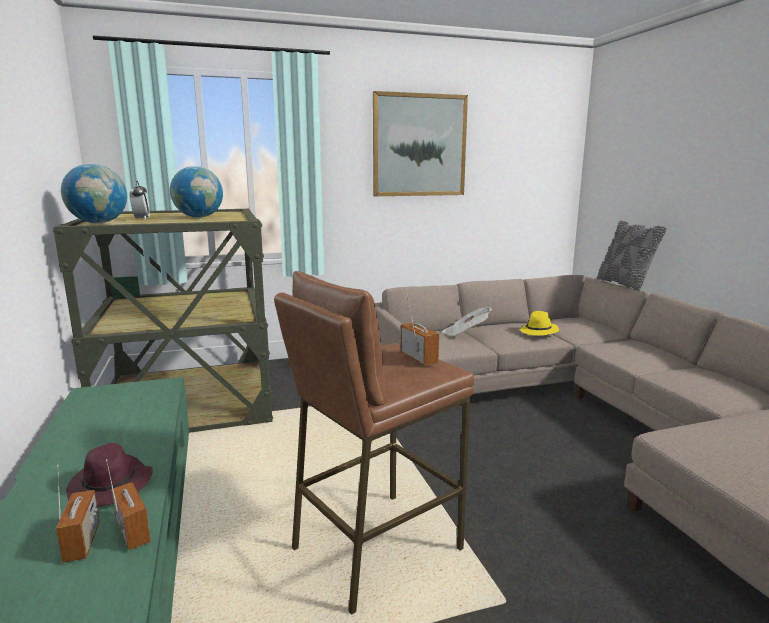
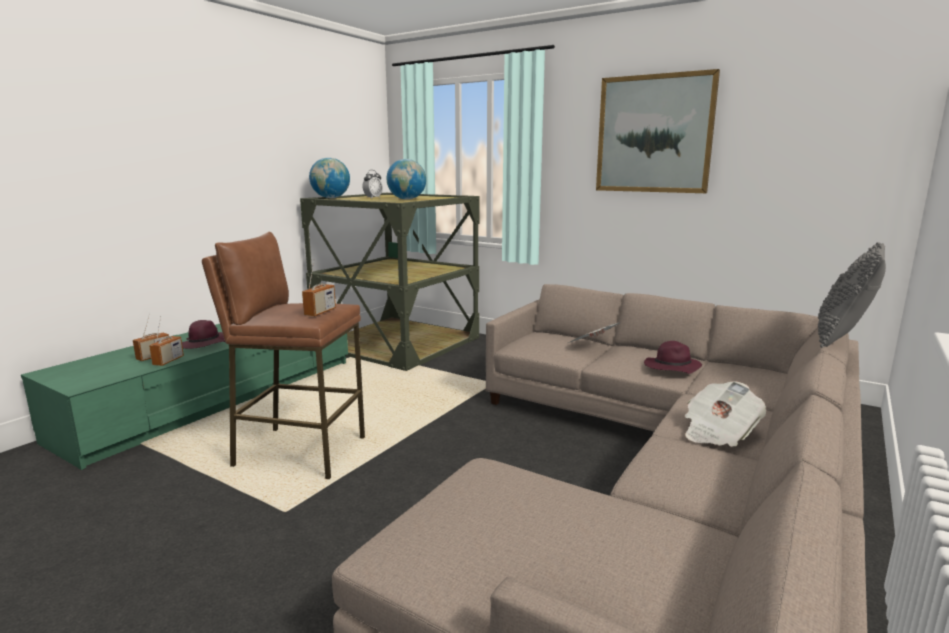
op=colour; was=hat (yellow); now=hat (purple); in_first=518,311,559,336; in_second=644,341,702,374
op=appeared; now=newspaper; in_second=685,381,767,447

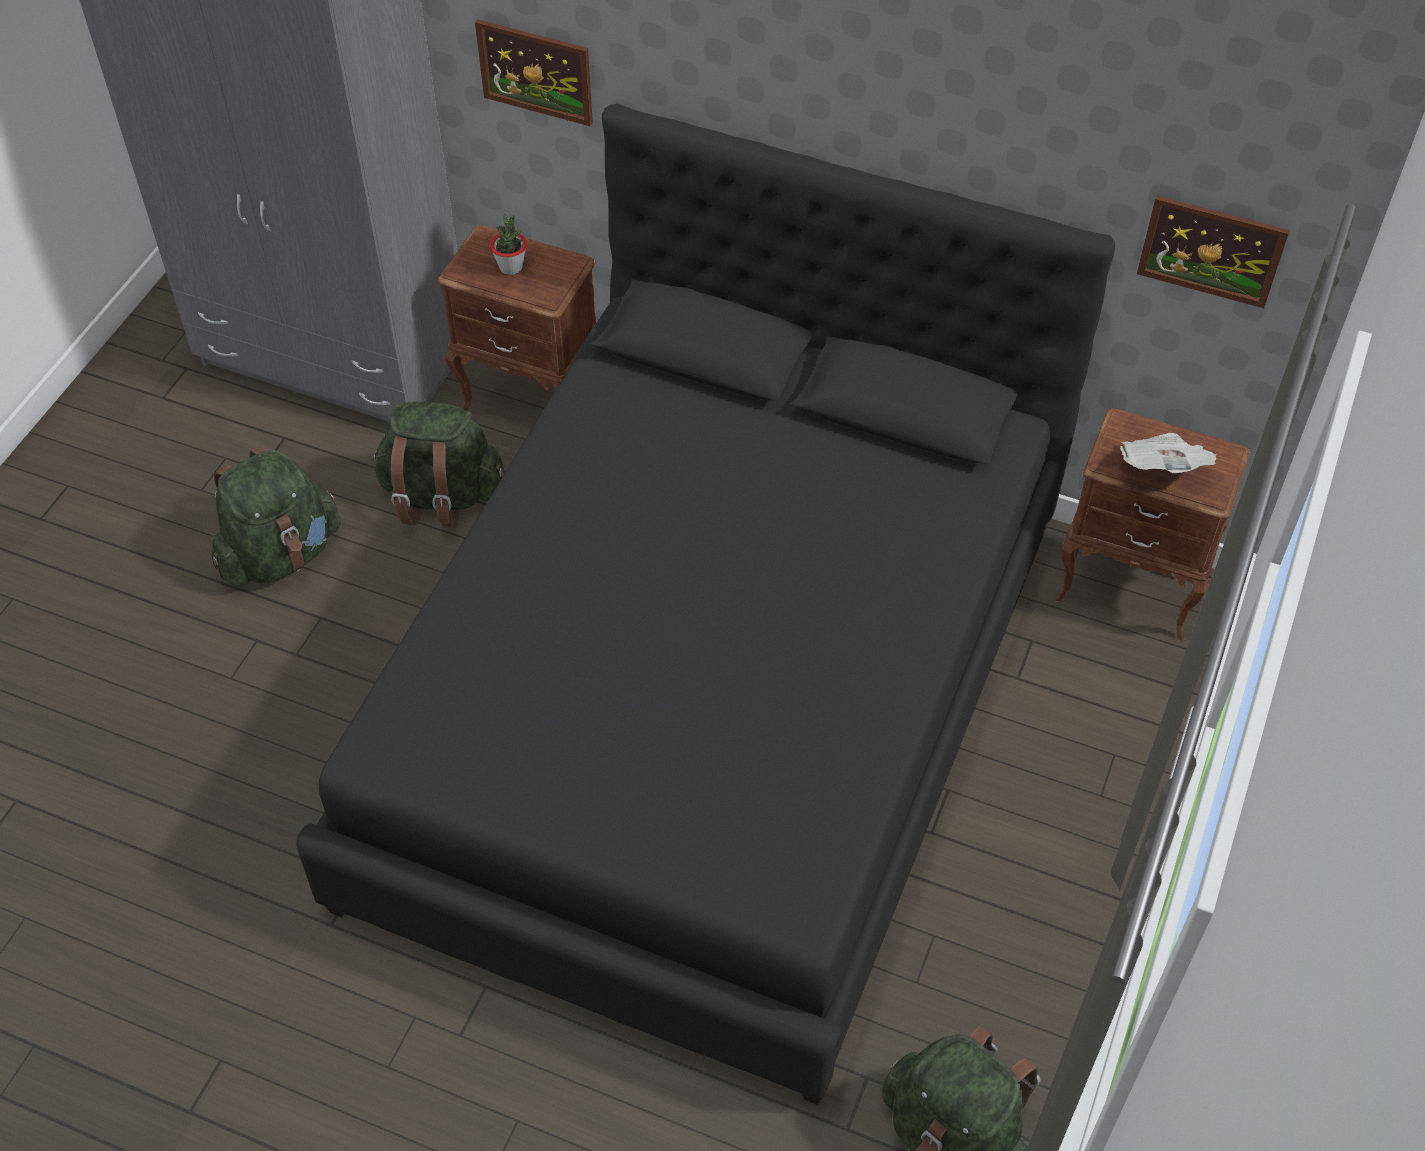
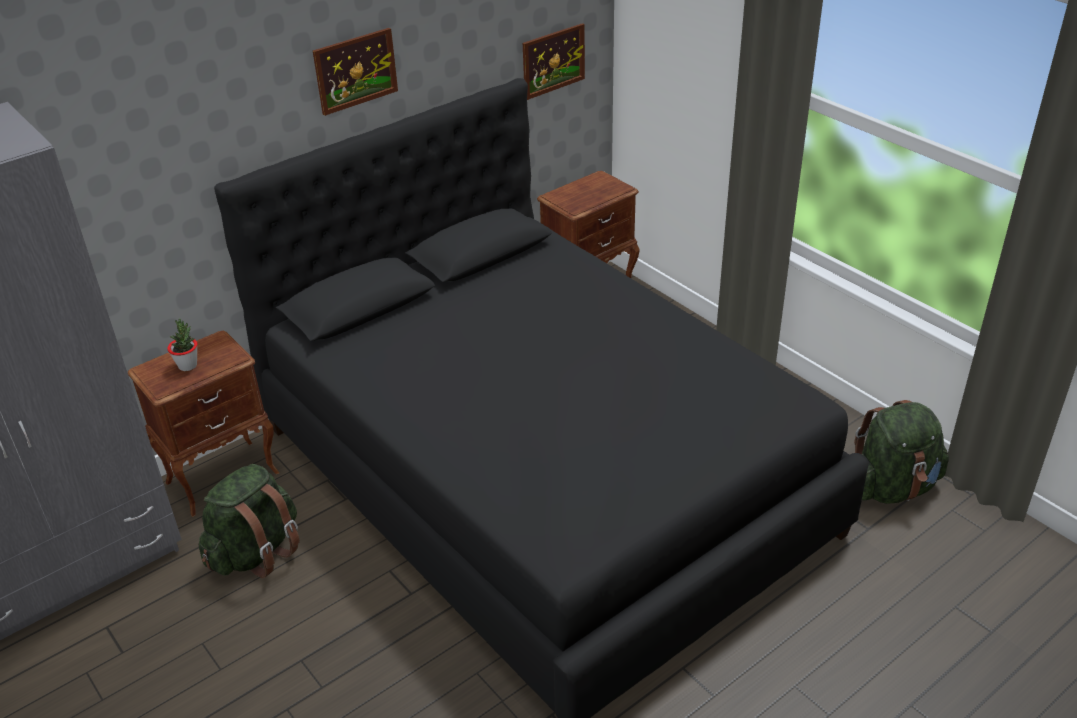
op=relocated; was=picture; in_first=475,19,593,127; in_second=313,28,398,116
op=missing; was=backpack (green); in_first=212,446,341,587
op=missing; was=newspaper; in_first=1120,433,1216,473

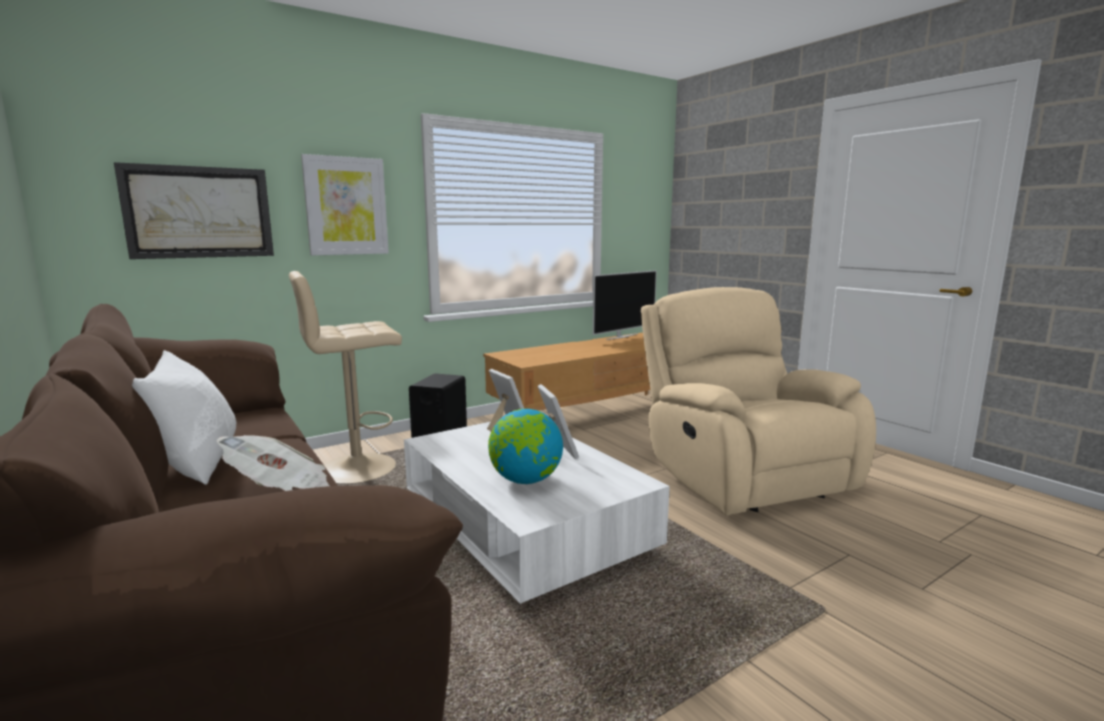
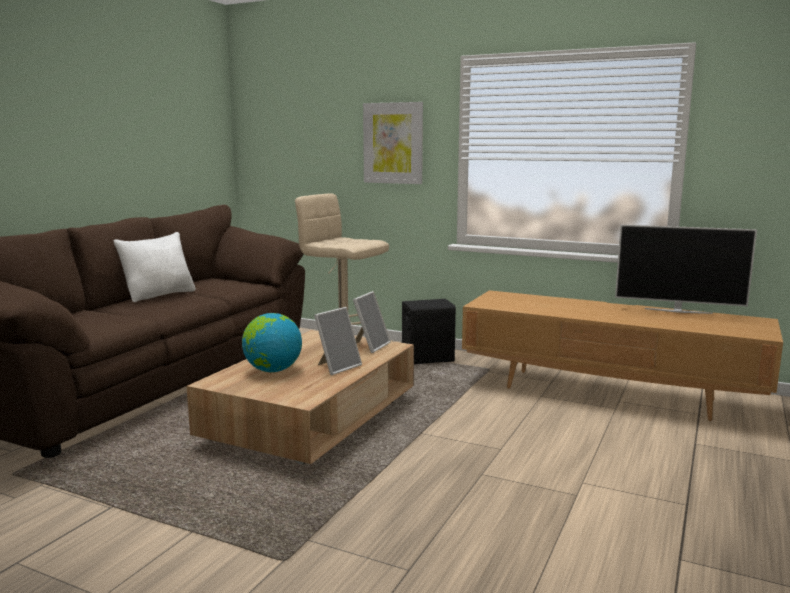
op=colour; was=coffee table (white); now=coffee table (brown); in_first=404,422,670,604; in_second=187,330,414,465
op=missing; was=picture; in_first=114,162,274,259
op=missing; was=newspaper; in_first=216,435,329,491
op=missing; was=armchair (beige); in_first=641,287,876,516

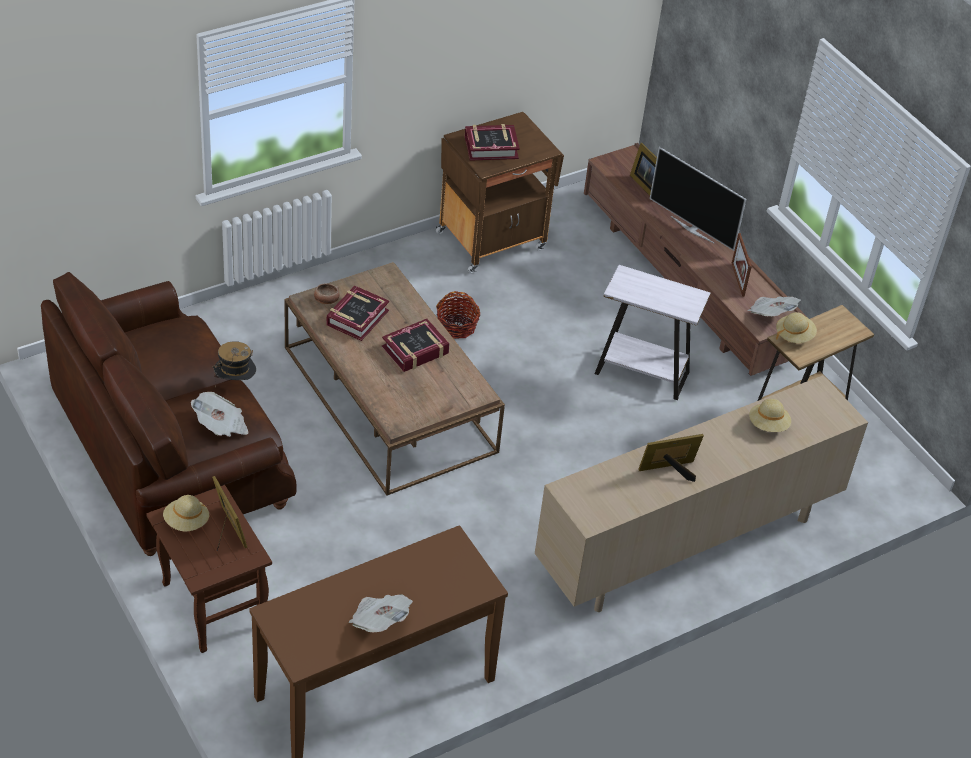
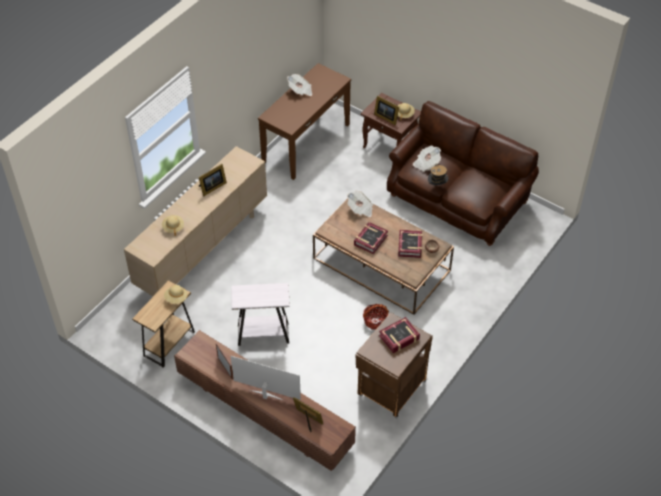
op=relocated; was=newspaper; in_first=747,296,801,316; in_second=347,191,373,217

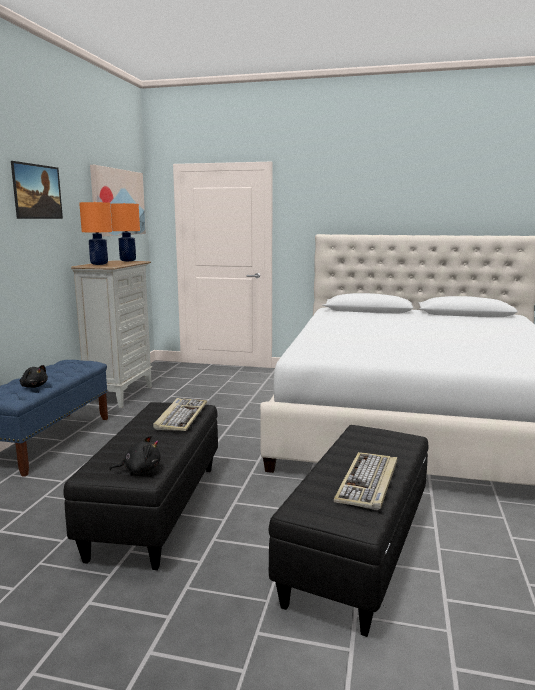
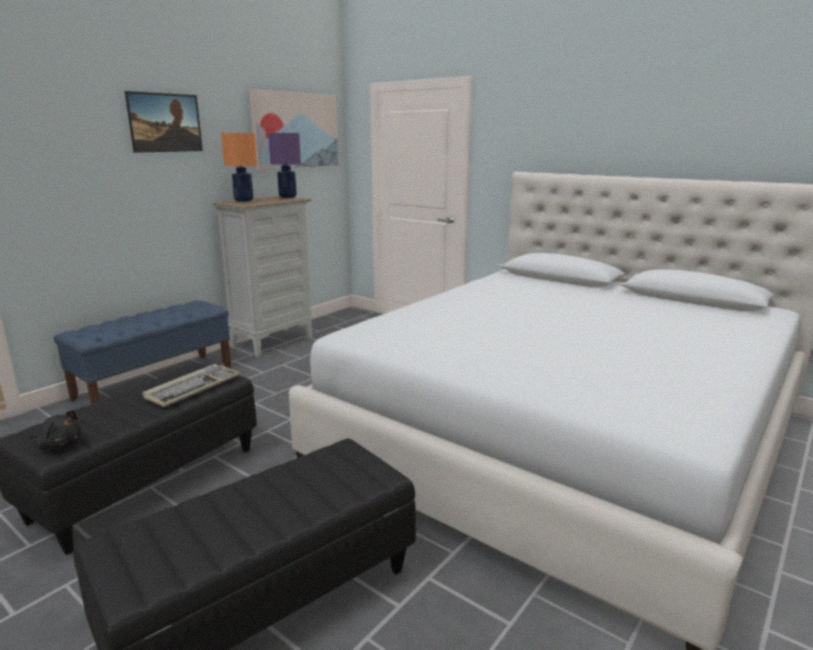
op=colour; was=table lamp (orange); now=table lamp (purple); in_first=111,203,140,261; in_second=268,132,301,198
op=missing; was=plush toy (black); in_first=20,365,48,388
op=missing; was=keyboard; in_first=333,452,397,510

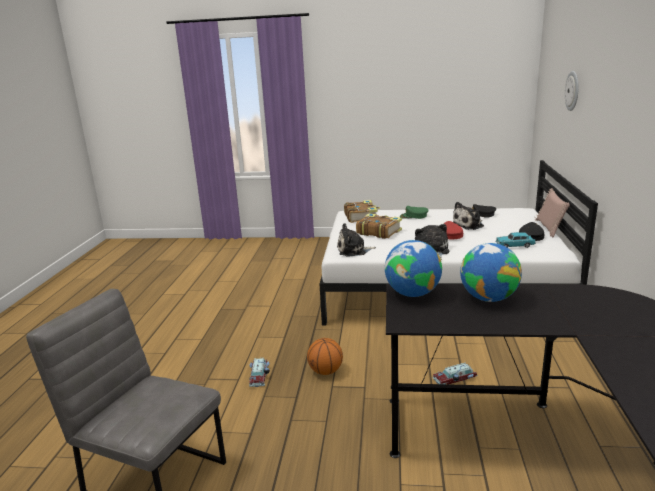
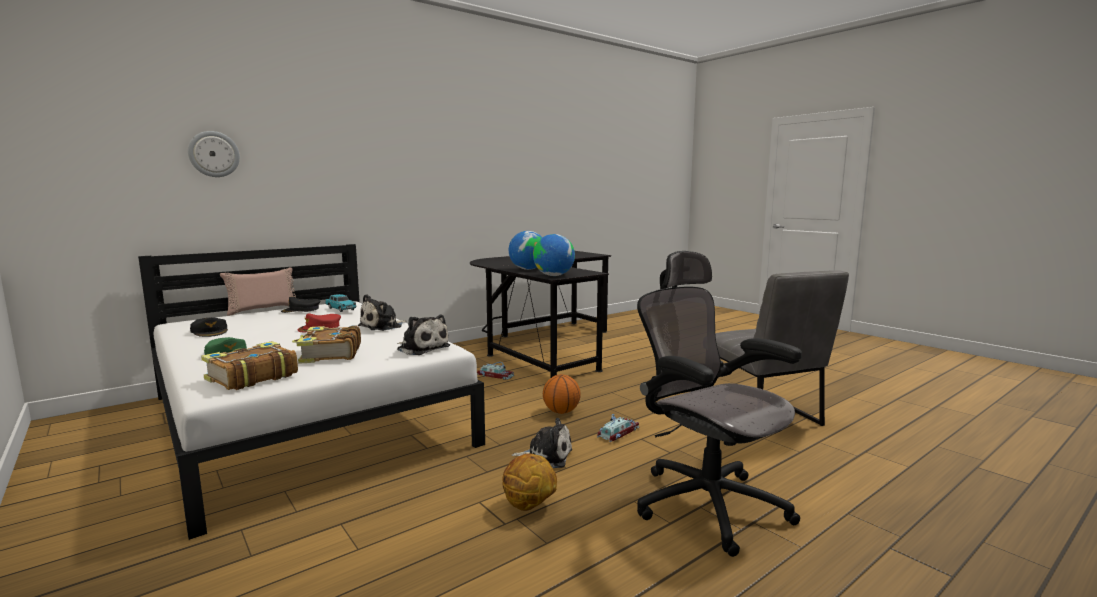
op=appeared; now=basketball; in_second=502,454,557,511
op=relocated; was=plush toy; in_first=453,202,484,230; in_second=512,418,572,468
op=appeared; now=office chair; in_second=637,251,802,557

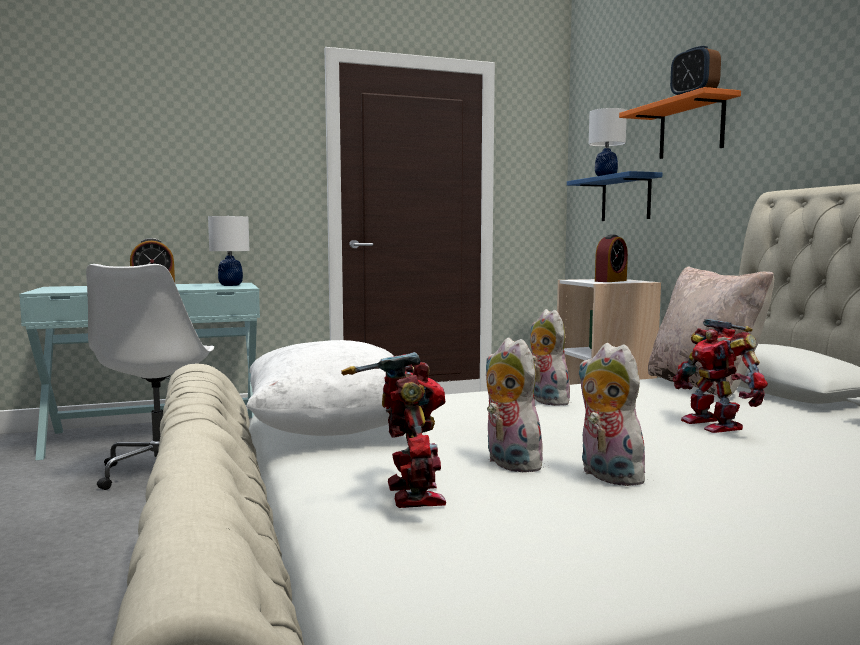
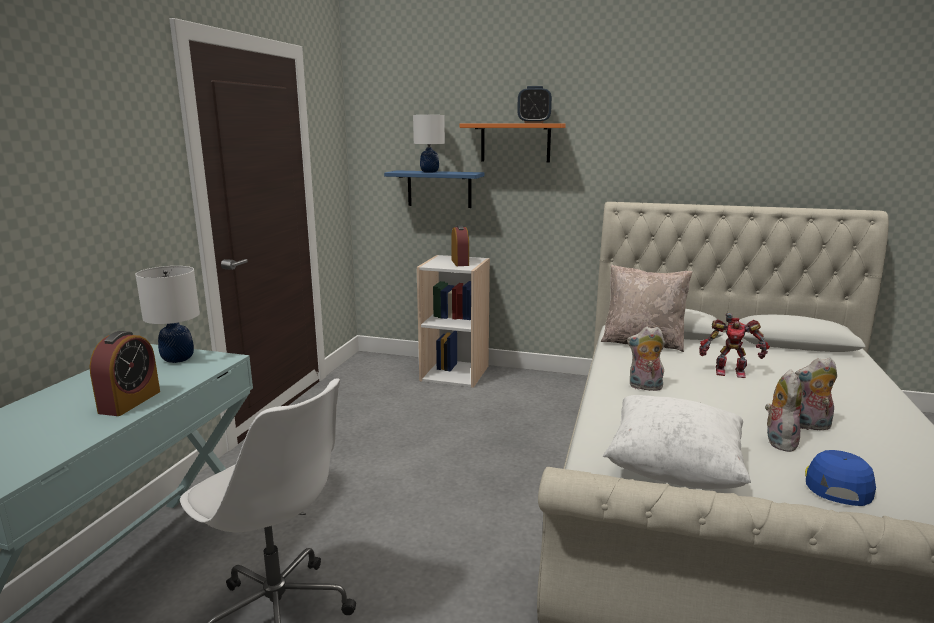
op=spun; was=plush toy; in_first=486,338,547,473; in_second=765,369,802,452; clockwise=105
op=exchanged; was=toy robot; now=cap (blue); in_first=341,352,446,508; in_second=805,450,876,506

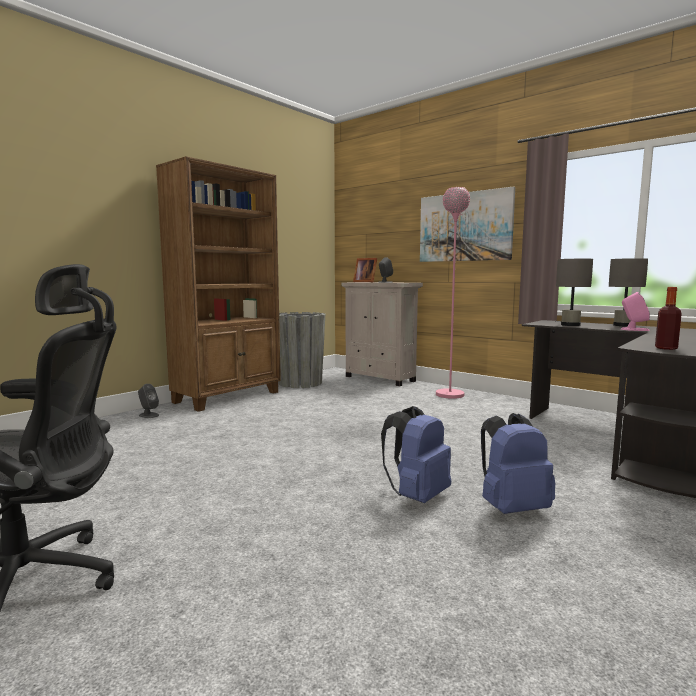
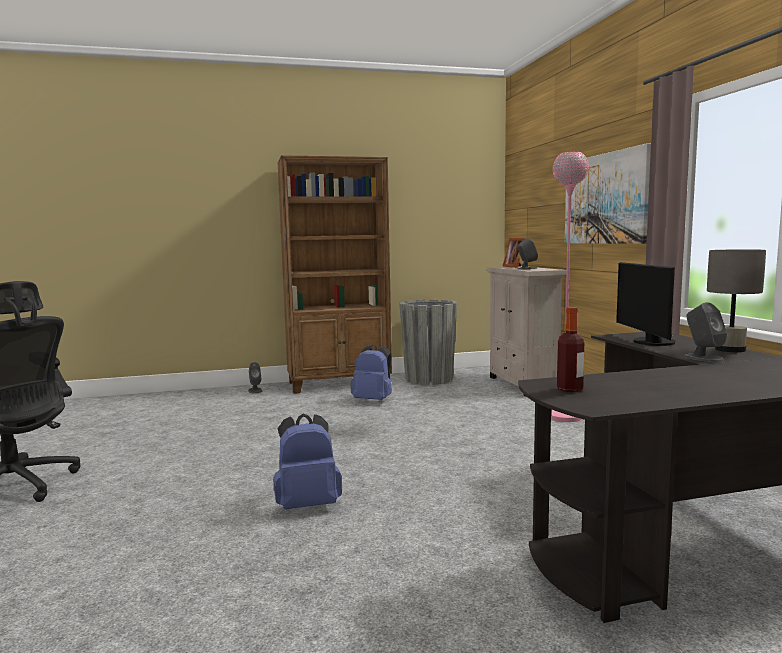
op=relocated; was=backpack (blue); in_first=481,413,555,514; in_second=351,344,392,400
op=exchanged; was=table lamp (grey); now=monitor; in_first=556,259,593,326; in_second=616,262,676,346
op=colour; was=speaker (pink); now=speaker (grey); in_first=621,292,650,331; in_second=684,302,727,362

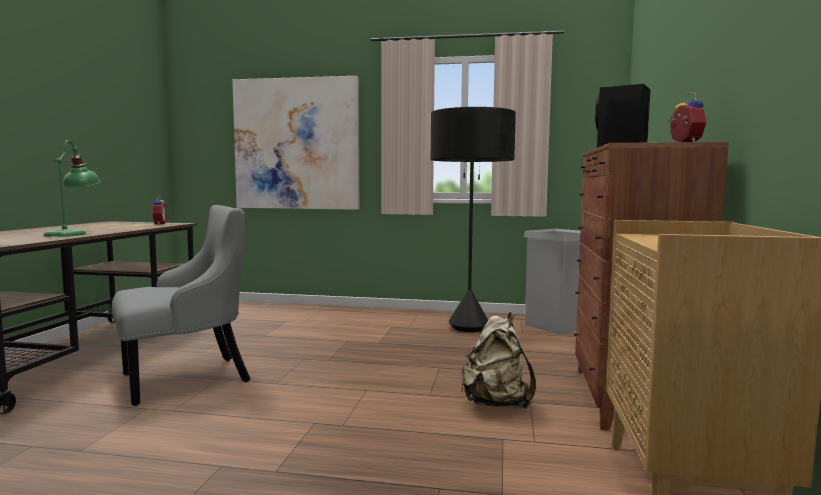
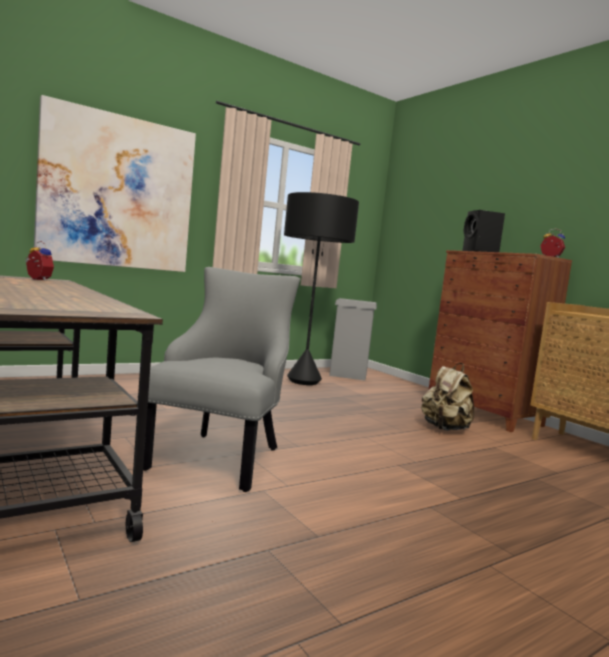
op=missing; was=table lamp (green); in_first=44,140,100,237

